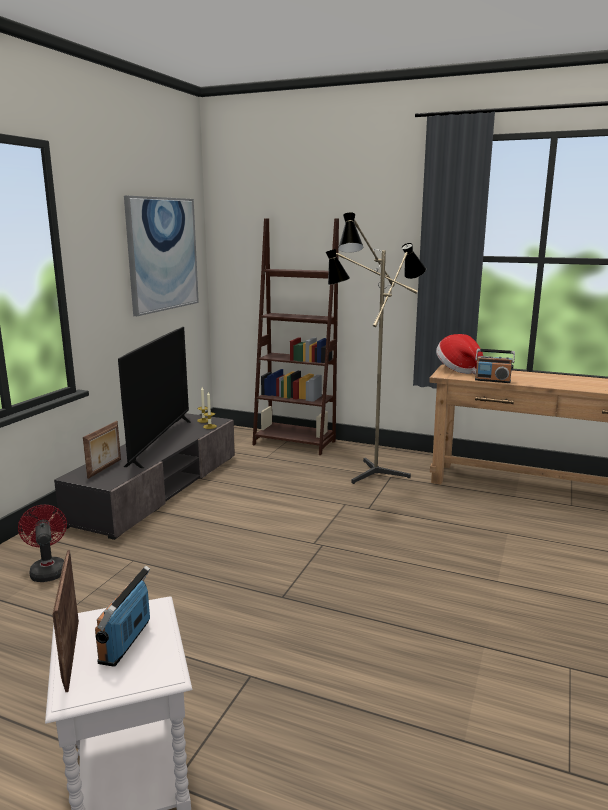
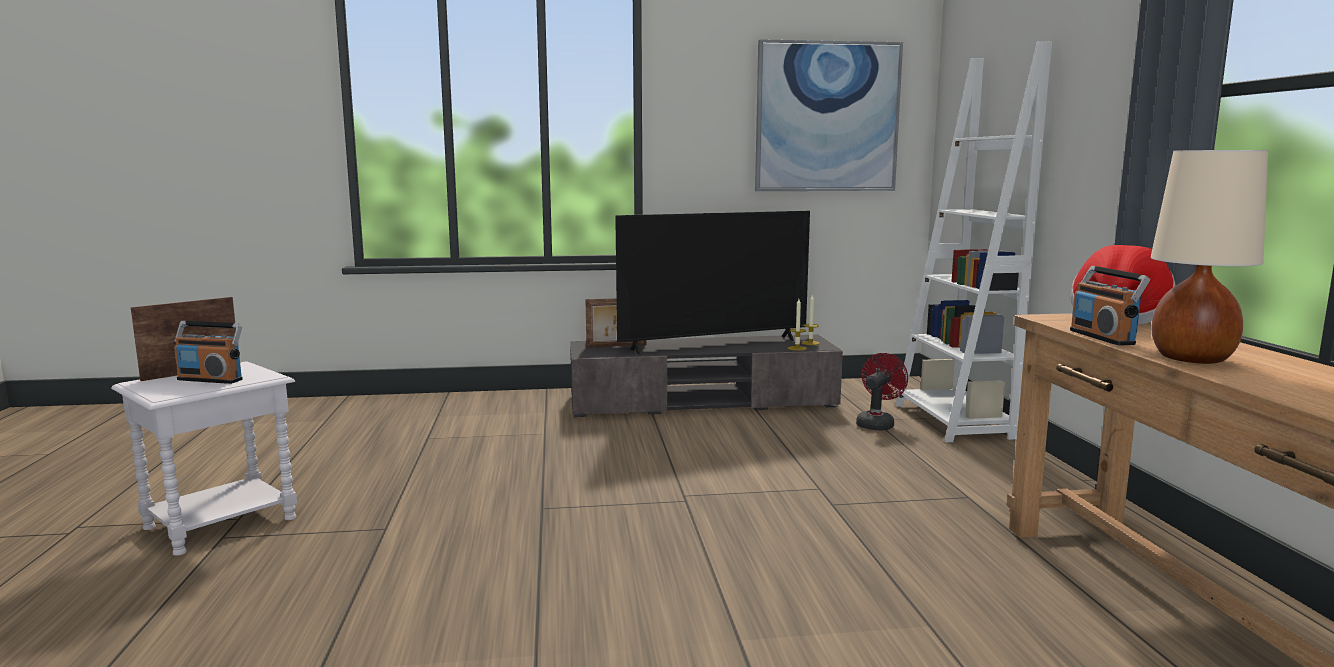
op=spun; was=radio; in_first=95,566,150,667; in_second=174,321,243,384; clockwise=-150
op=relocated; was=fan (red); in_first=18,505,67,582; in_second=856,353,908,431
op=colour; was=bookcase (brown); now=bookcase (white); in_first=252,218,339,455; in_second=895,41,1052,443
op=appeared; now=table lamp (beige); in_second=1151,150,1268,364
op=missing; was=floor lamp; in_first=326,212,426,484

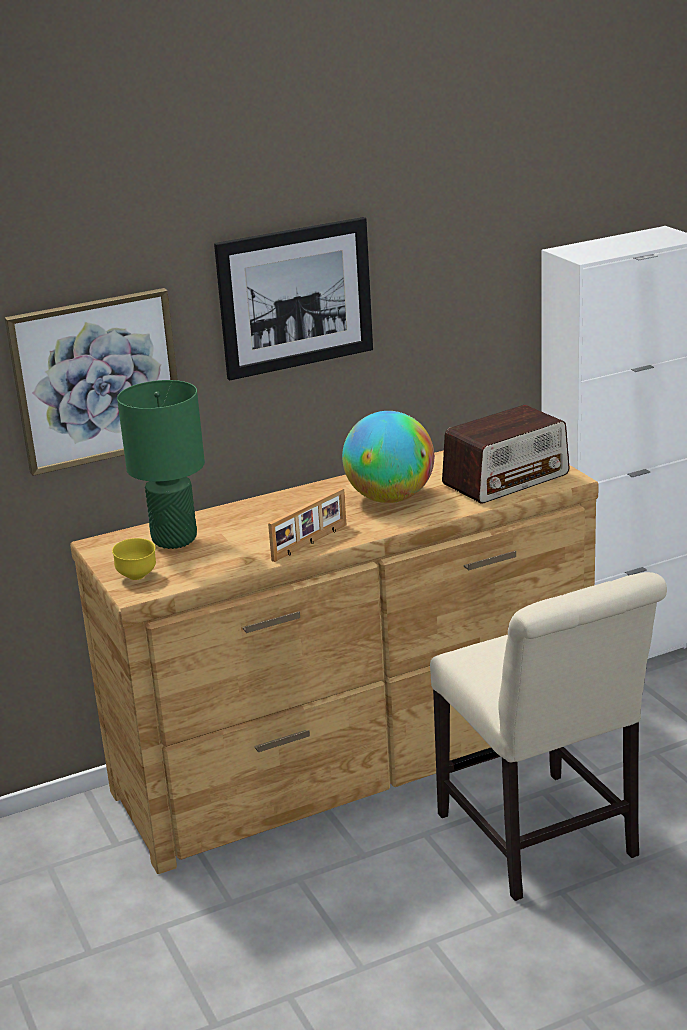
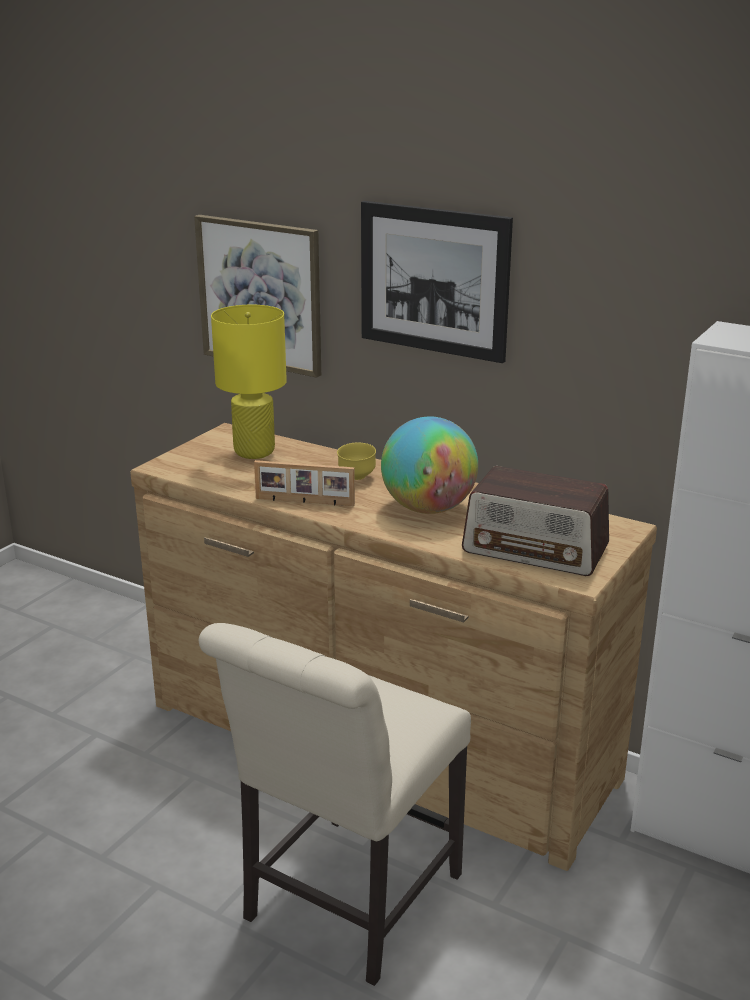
op=colour; was=table lamp (green); now=table lamp (yellow); in_first=117,380,205,549; in_second=211,305,287,459
op=relocated; was=bowl (yellow); in_first=112,538,156,580; in_second=337,443,376,480

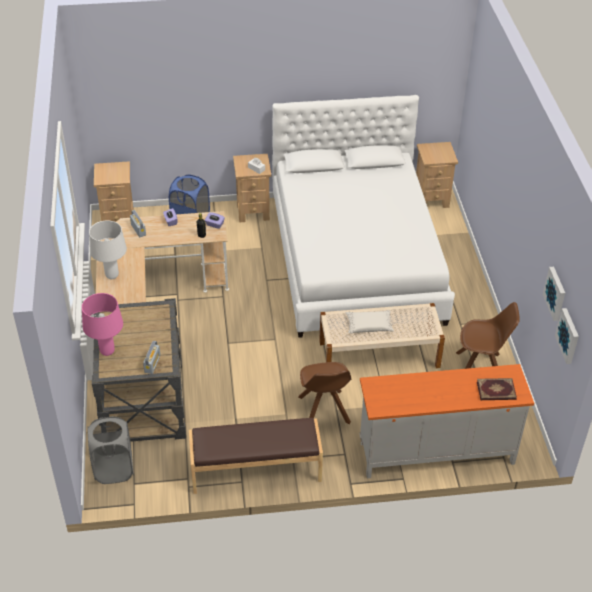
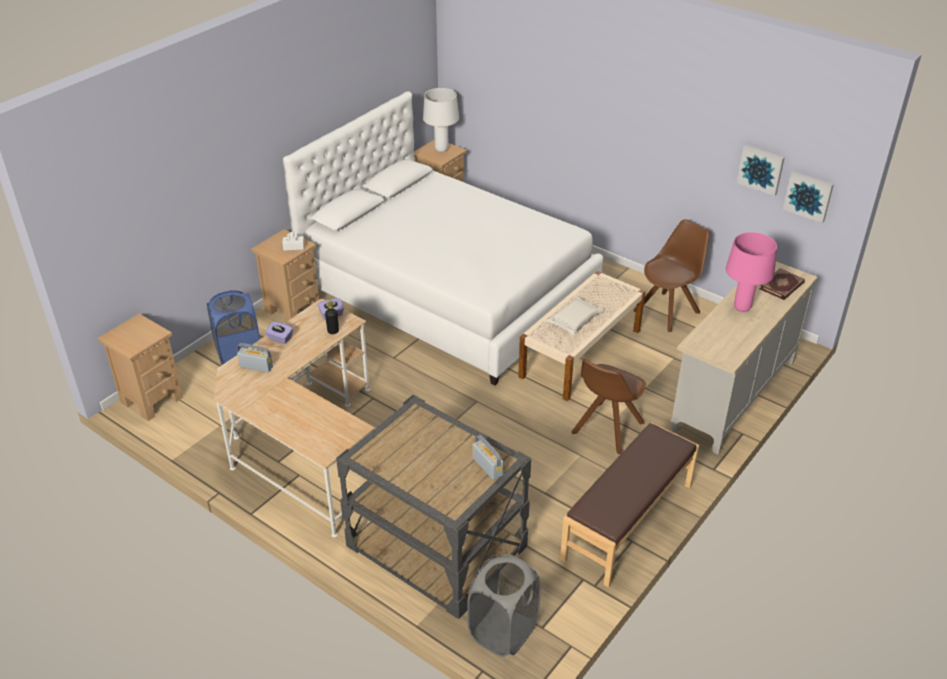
op=relocated; was=table lamp (white); in_first=89,220,127,279; in_second=423,88,459,152
op=spun; was=chair (brown); in_first=298,362,352,424; in_second=572,359,646,454; clockwise=90
op=colour; was=dresser (orange); now=dresser (beige); in_first=359,364,534,478; in_second=670,262,818,455
op=relocated; was=table lamp (pink); in_first=82,293,123,356; in_second=726,232,777,312

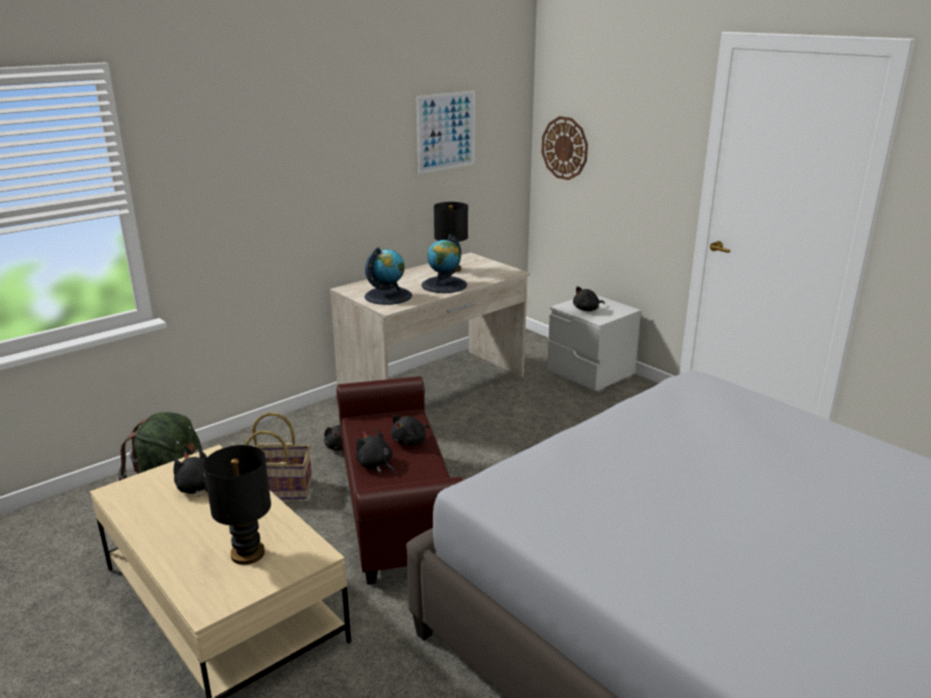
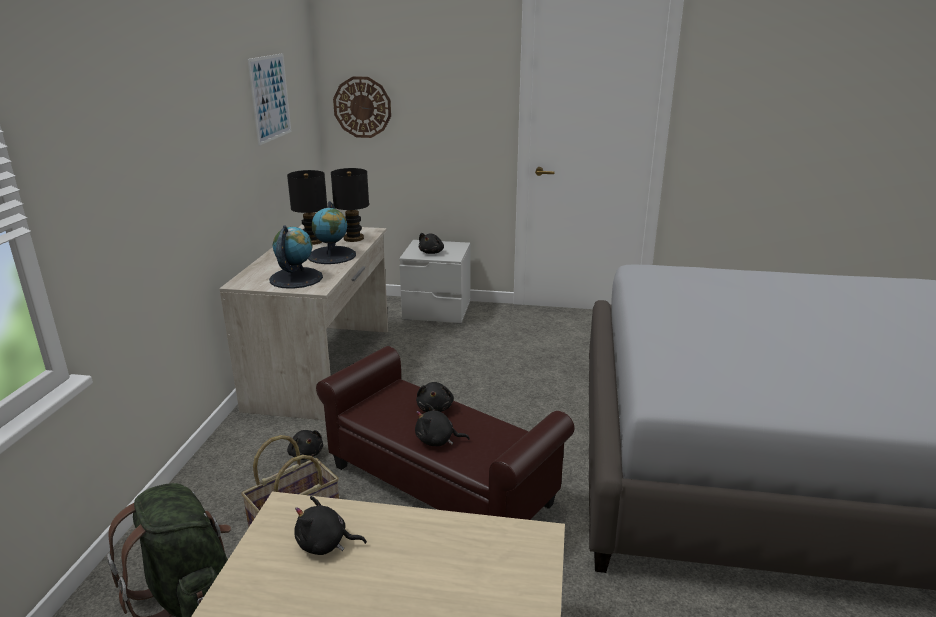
op=relocated; was=table lamp (black); in_first=203,445,271,565; in_second=331,168,369,242

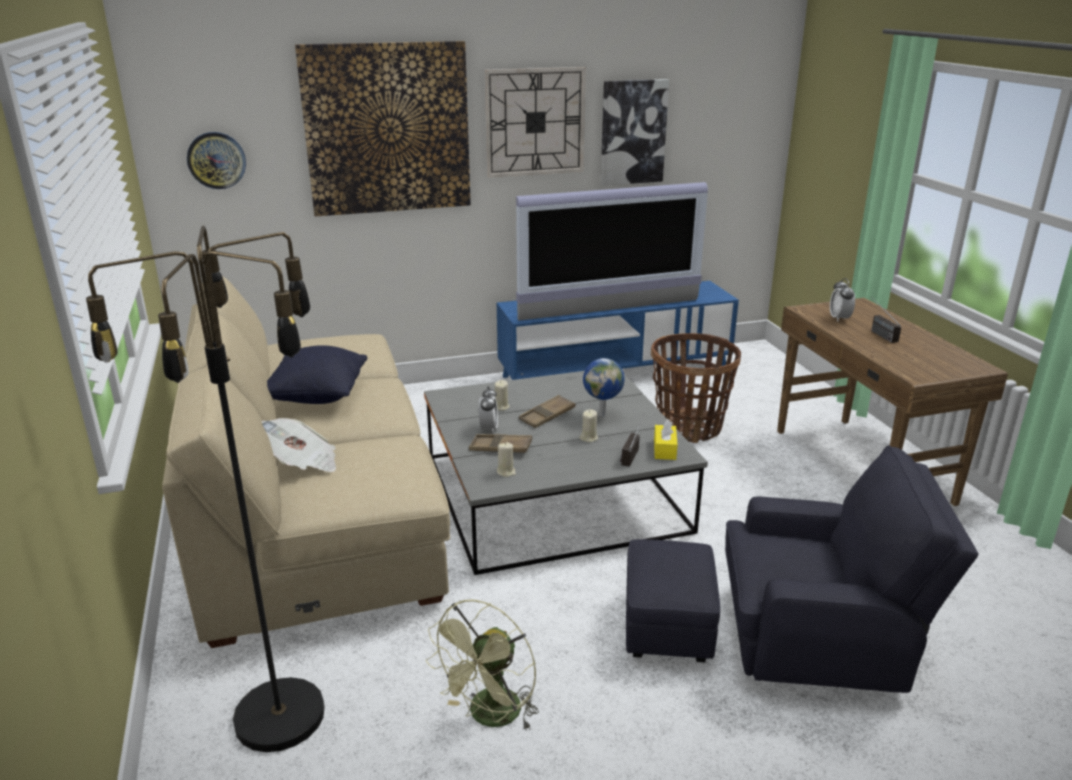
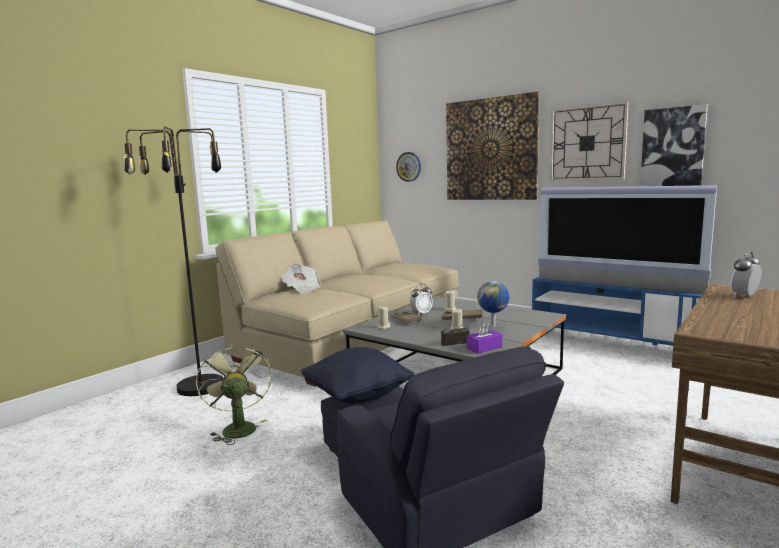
op=spun; was=fan (green); in_first=426,599,539,731; in_second=196,342,272,445; clockwise=75
op=relocated; was=pillow (black); in_first=267,345,367,404; in_second=301,347,415,404
op=colour; was=tissue box (yellow); now=tissue box (purple); in_first=654,419,678,460; in_second=467,322,502,354
op=missing; was=basket; in_first=651,333,741,443
op=missing; was=radio; in_first=871,297,901,343

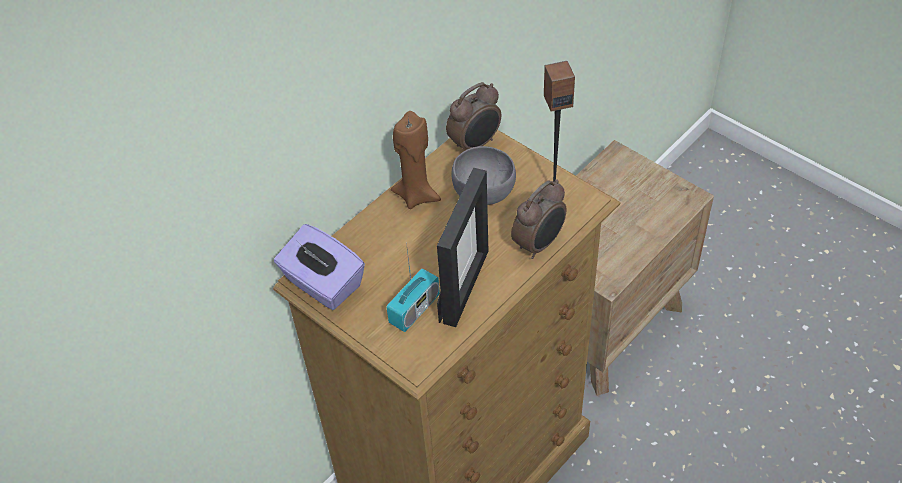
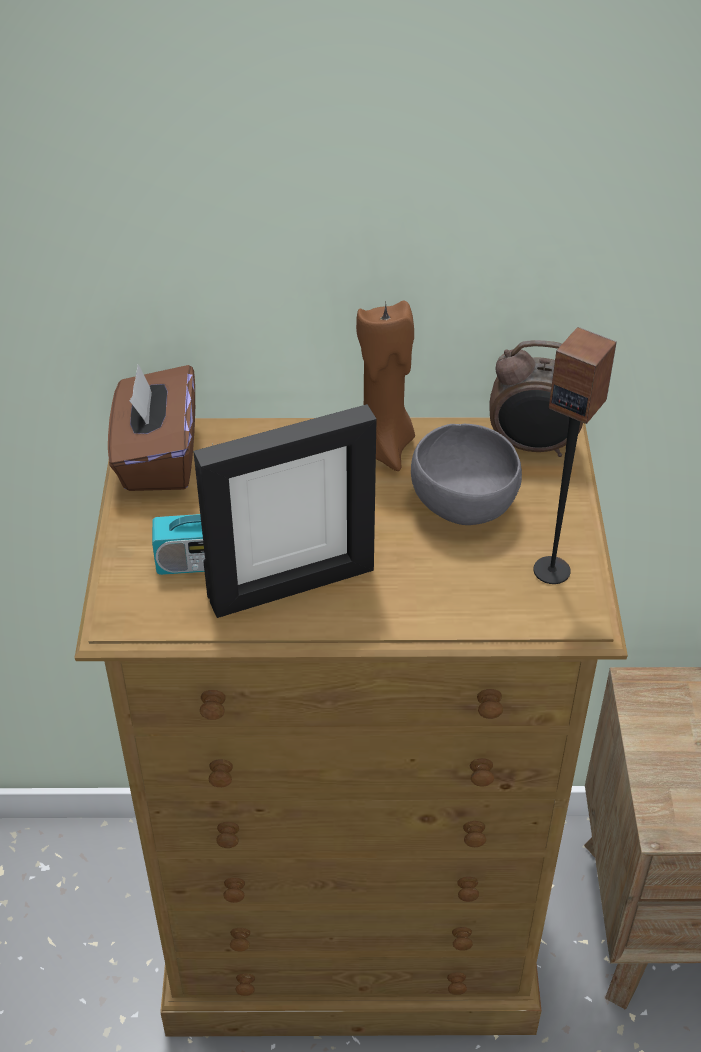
op=colour; was=tissue box (purple); now=tissue box (brown); in_first=274,224,365,310; in_second=108,365,195,491
op=missing; was=alarm clock; in_first=511,179,567,259

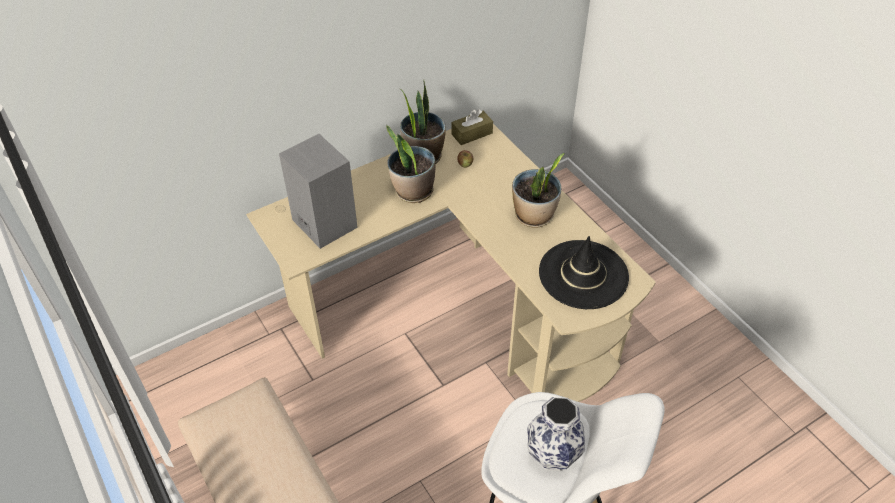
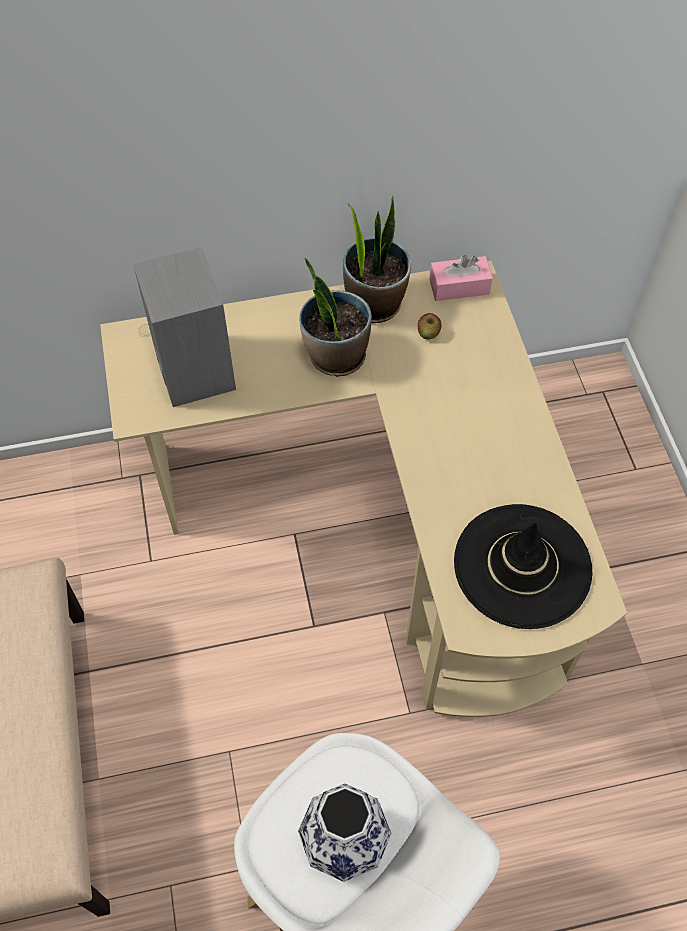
op=colour; was=tissue box (brown); now=tissue box (pink); in_first=451,109,493,145; in_second=429,255,493,301
op=missing; was=potted plant; in_first=512,153,565,228

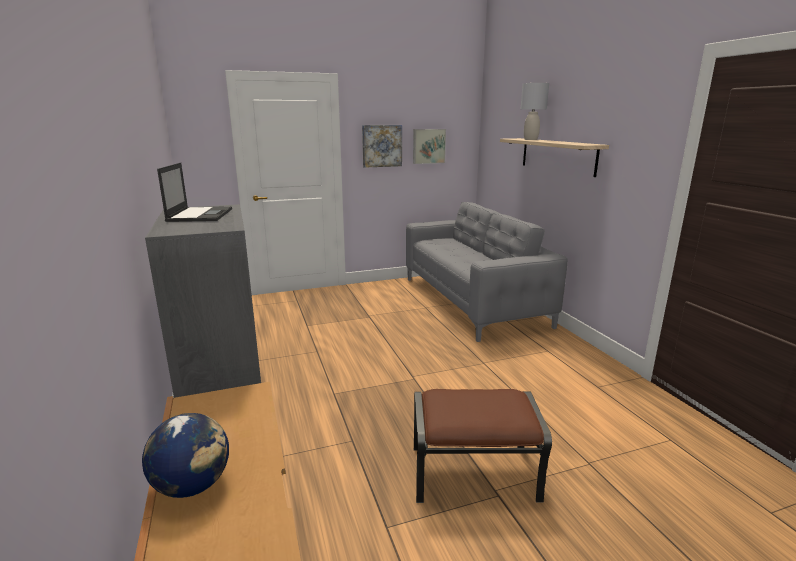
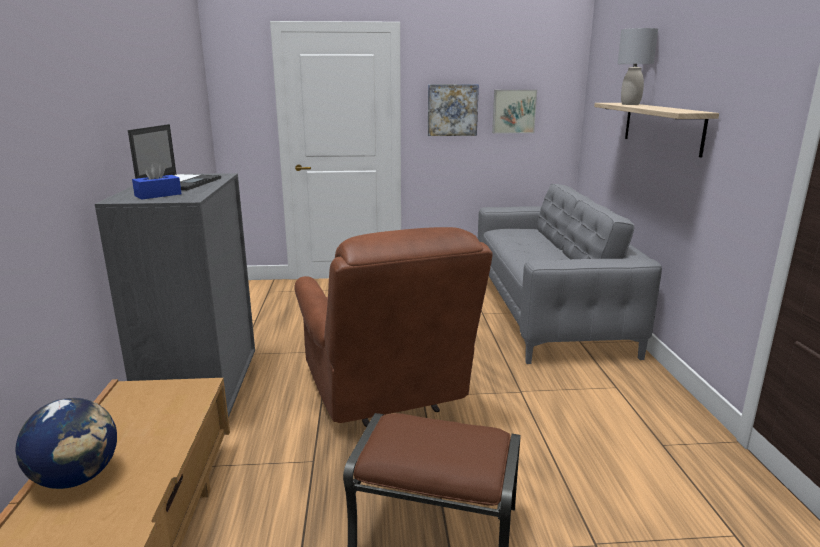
op=appeared; now=tissue box (blue); in_second=132,162,182,199
op=appeared; now=armchair (brown); in_second=295,227,493,427

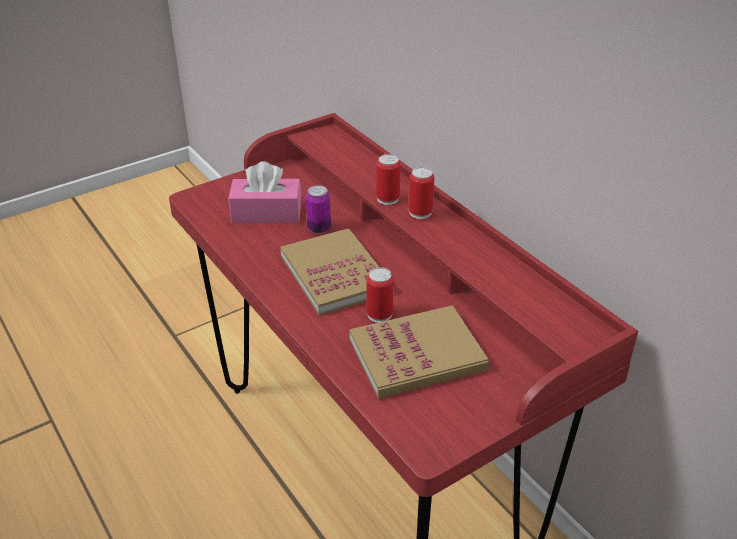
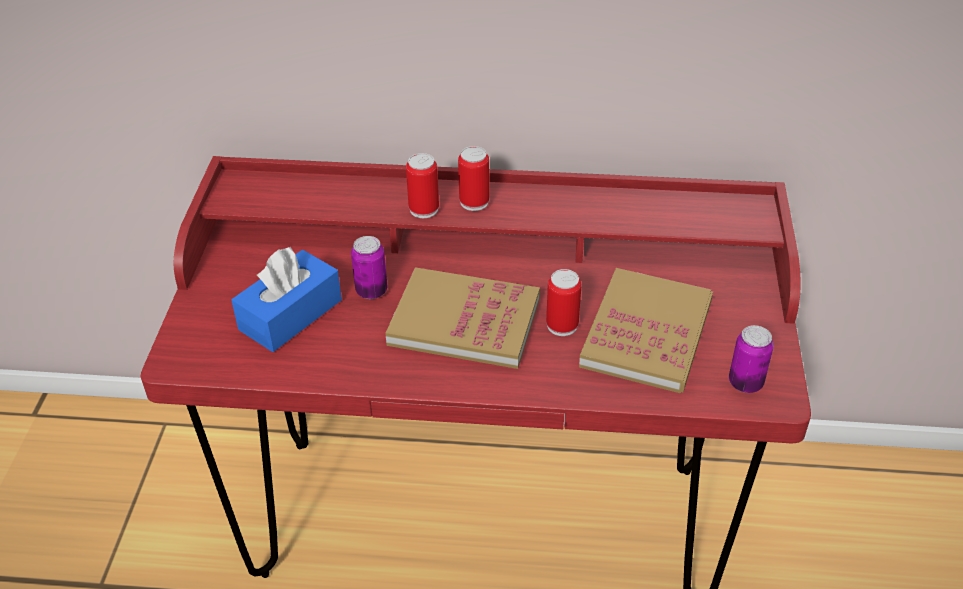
op=colour; was=tissue box (pink); now=tissue box (blue); in_first=228,162,301,223; in_second=231,247,342,352
op=appeared; now=can; in_second=729,325,774,393

